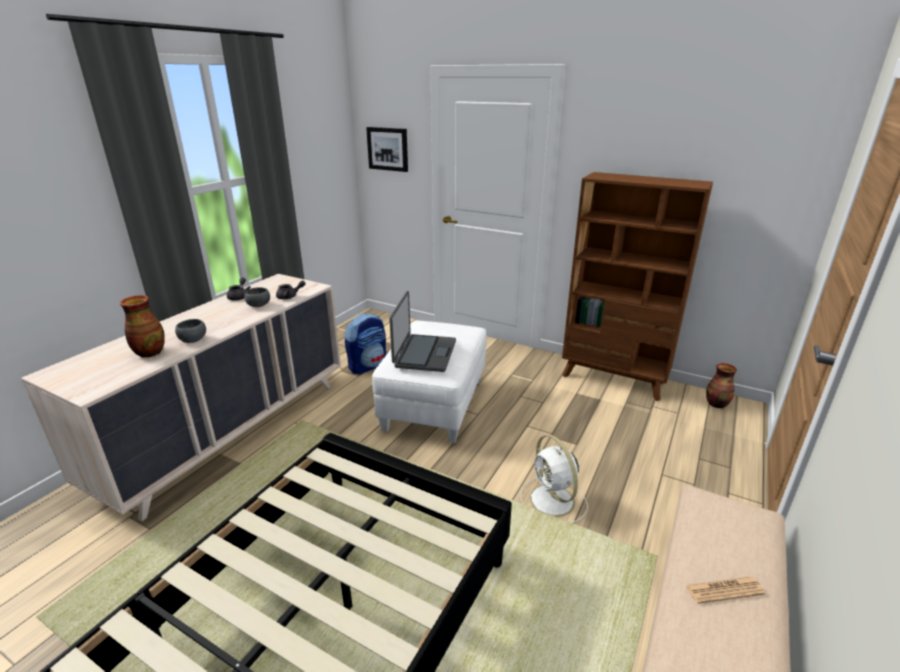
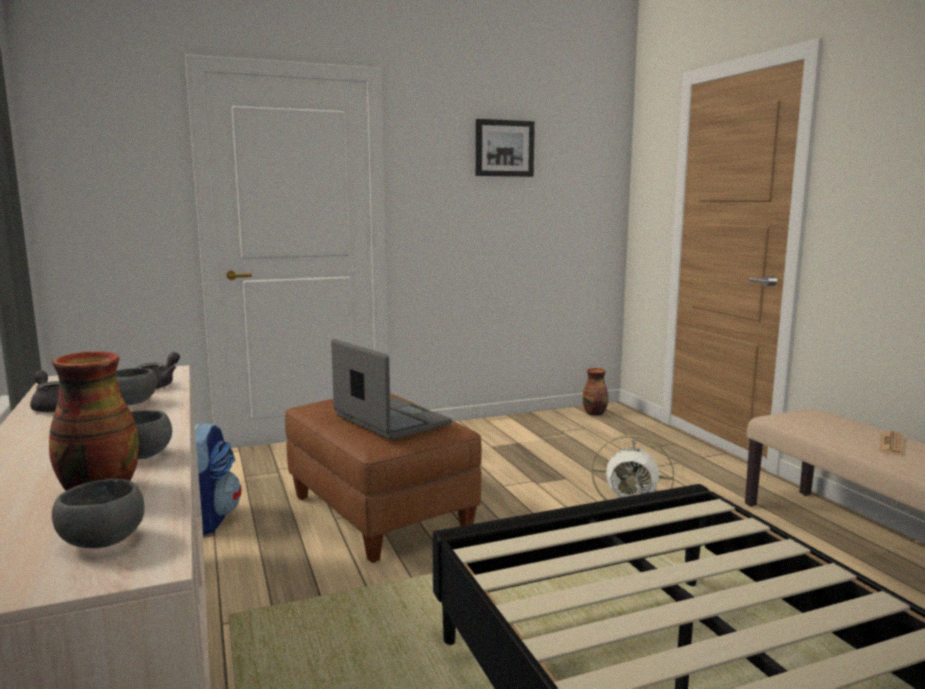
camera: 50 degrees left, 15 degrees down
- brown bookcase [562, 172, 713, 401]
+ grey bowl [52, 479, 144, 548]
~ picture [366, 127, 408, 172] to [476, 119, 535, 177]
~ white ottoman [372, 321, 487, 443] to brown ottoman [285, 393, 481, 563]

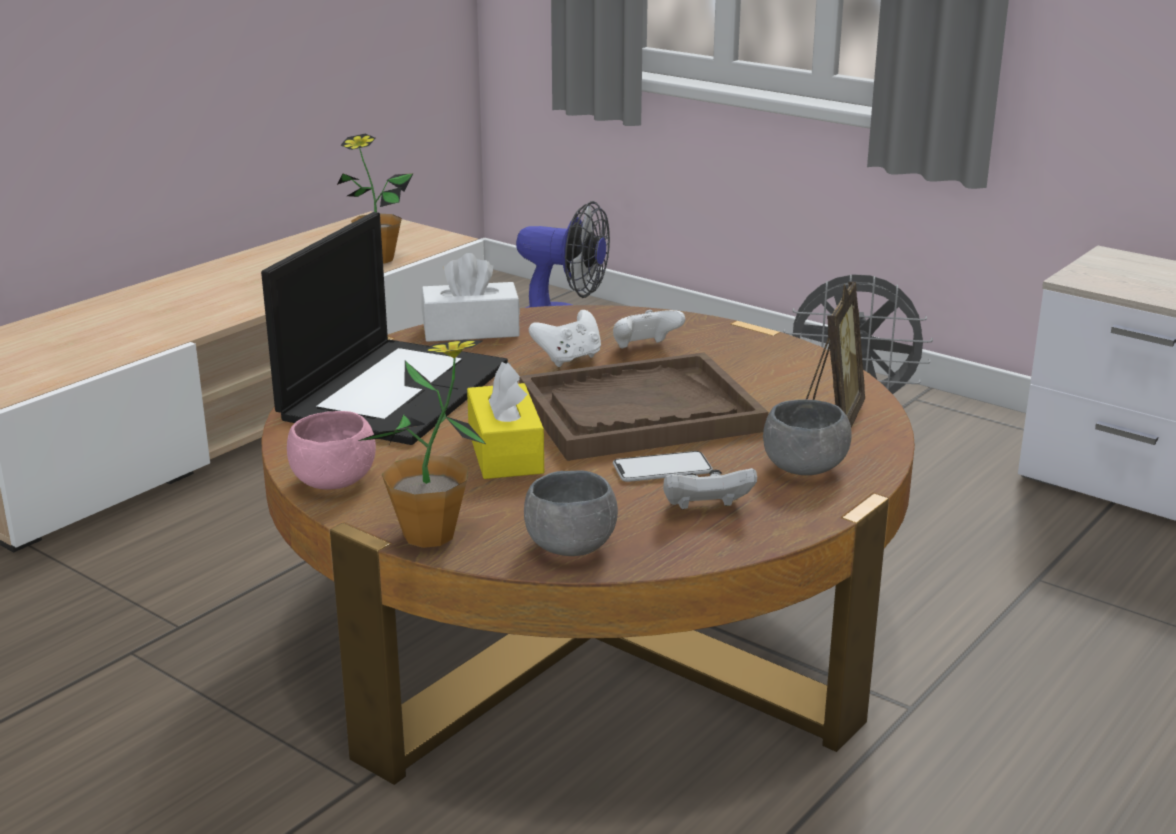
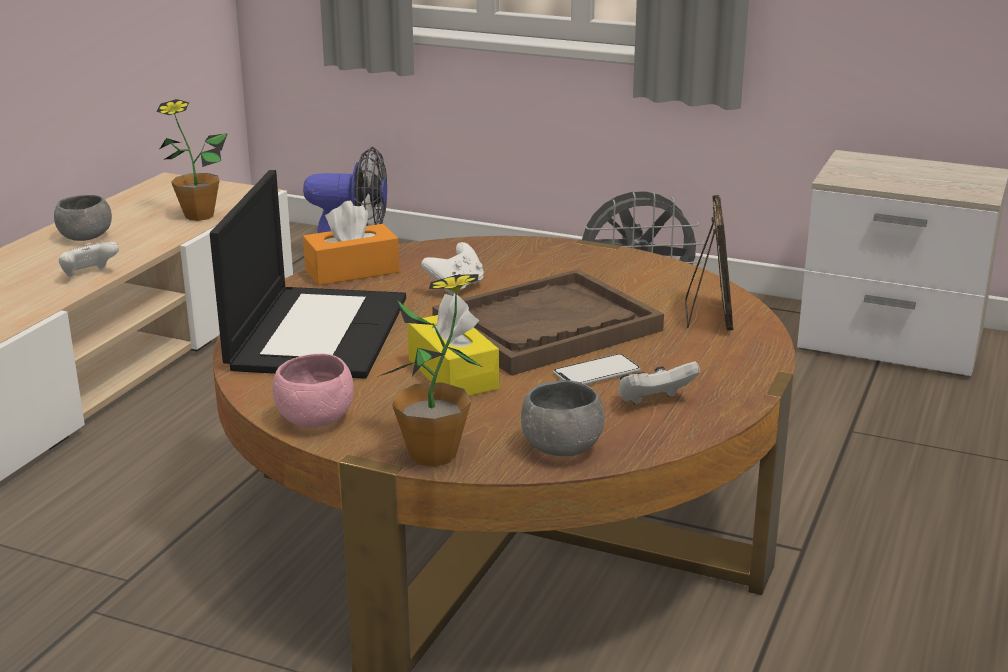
camera: 15 degrees left, 0 degrees up
~ white game controller [613, 310, 685, 349] to [59, 242, 119, 277]
~ grey bowl [763, 399, 852, 475] to [54, 195, 112, 241]
~ white tissue box [421, 253, 520, 342] to orange tissue box [303, 201, 400, 285]

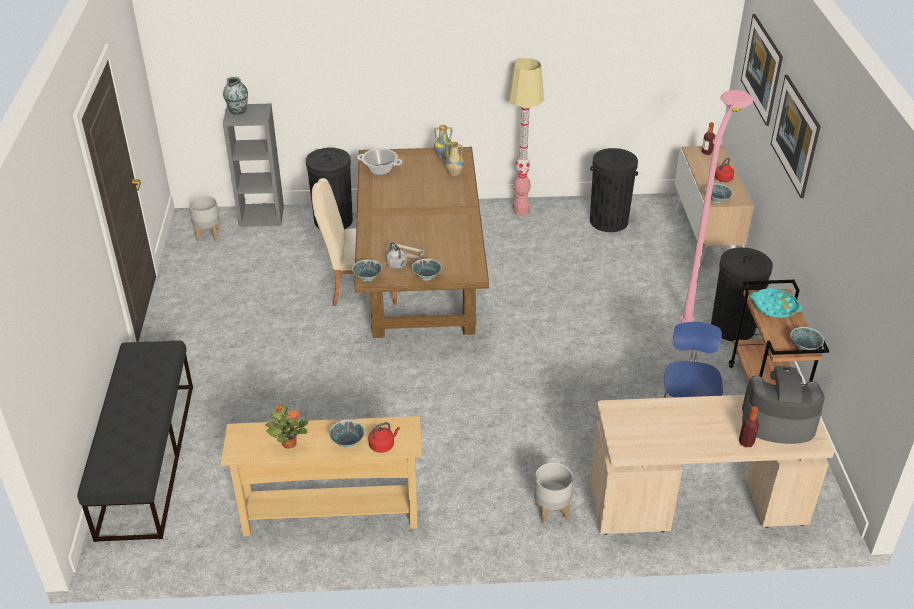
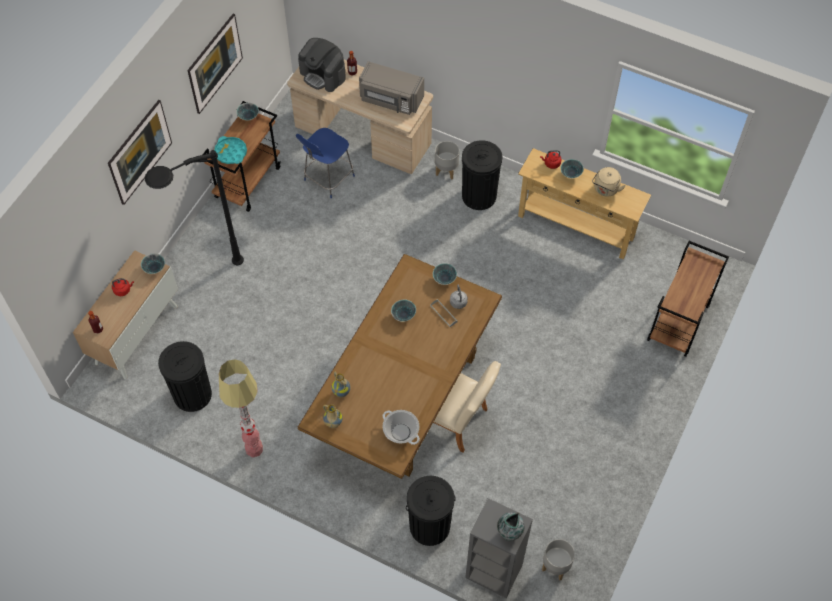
camera: 150 degrees left, 20 degrees up
+ grey microwave [359, 61, 424, 115]
~ bowl [352, 260, 382, 281] to [391, 299, 416, 322]
~ black trash can [711, 247, 773, 341] to [462, 140, 502, 210]
~ picture [741, 14, 783, 126] to [187, 14, 243, 114]
~ black bench [77, 341, 193, 542] to brown cart [647, 241, 729, 357]
~ potted plant [265, 405, 309, 449] to beige kettle [592, 167, 626, 197]
~ pink floor lamp [680, 90, 753, 323] to black floor lamp [145, 150, 244, 265]

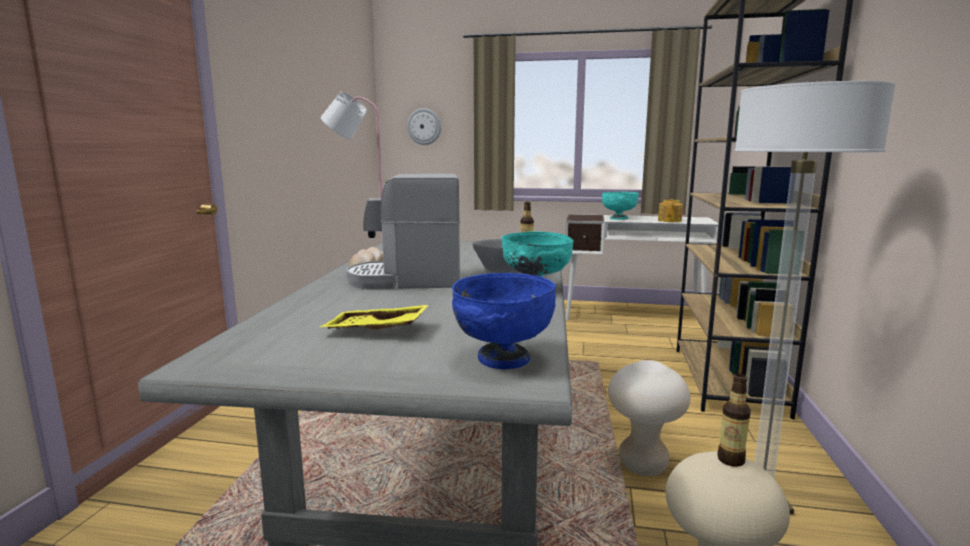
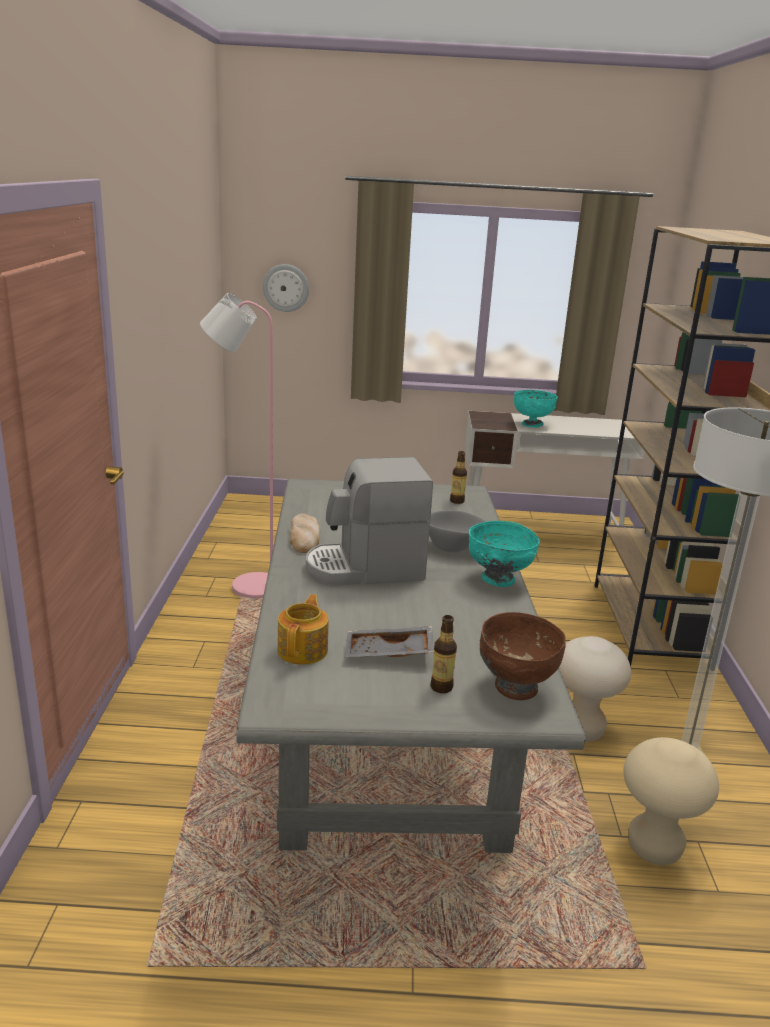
camera: 10 degrees left, 10 degrees up
~ teapot [658, 199, 683, 222] to [277, 594, 329, 665]
~ bottle [717, 373, 751, 467] to [431, 615, 457, 693]
~ yellow tray [320, 305, 429, 330] to grey tray [345, 626, 434, 657]
~ blue bowl [452, 273, 556, 369] to brown bowl [480, 612, 565, 700]

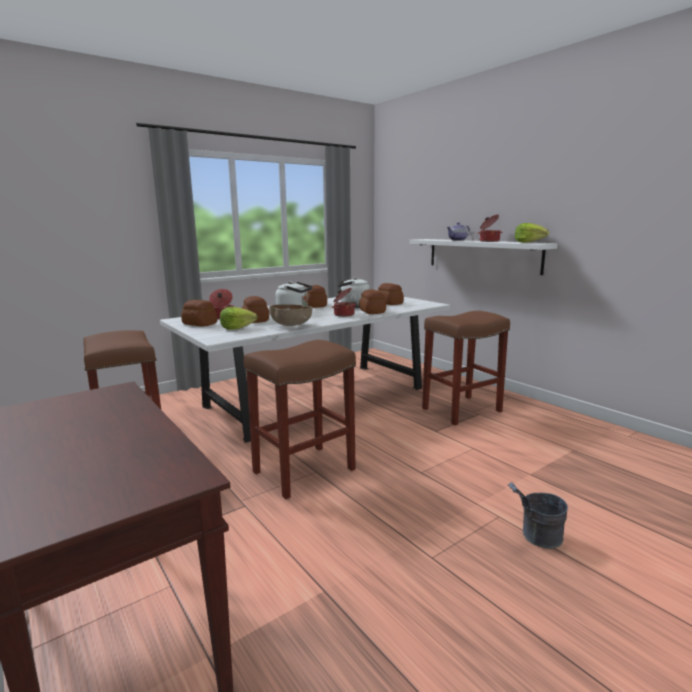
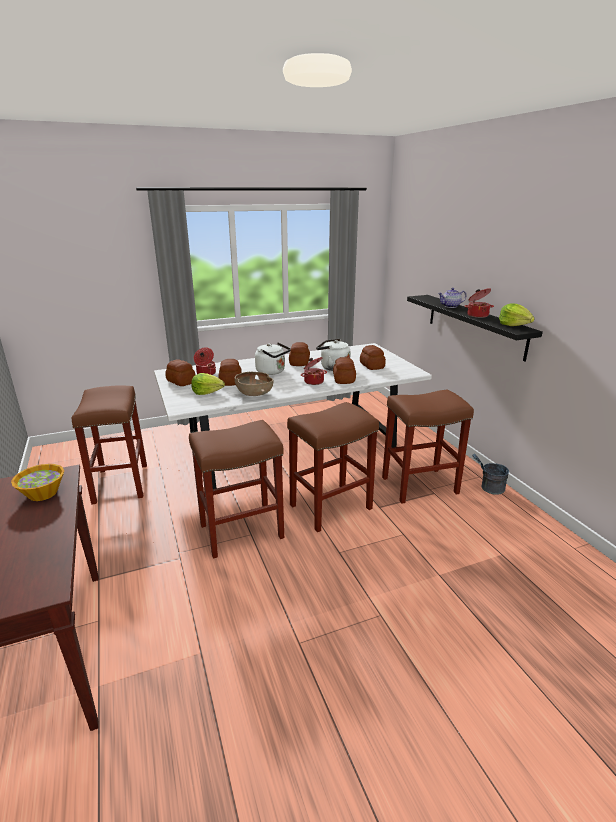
camera: 15 degrees right, 10 degrees up
+ bowl [11, 464, 64, 501]
+ brown stool [287, 402, 379, 532]
~ grey bucket [508, 482, 568, 549] to [473, 454, 509, 495]
~ white shelf [409, 239, 558, 275] to black shelf [407, 295, 543, 362]

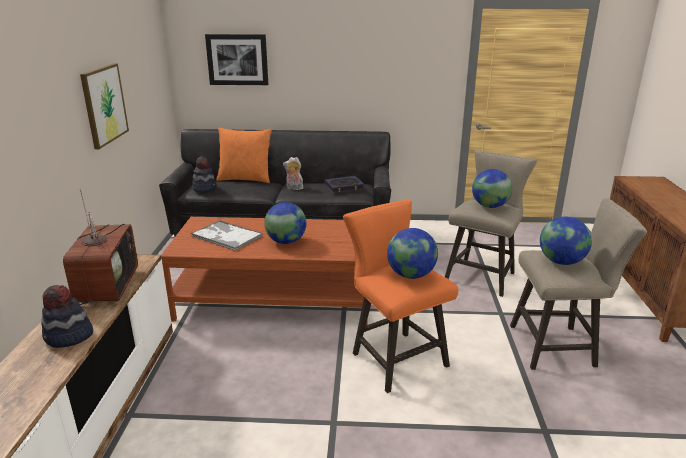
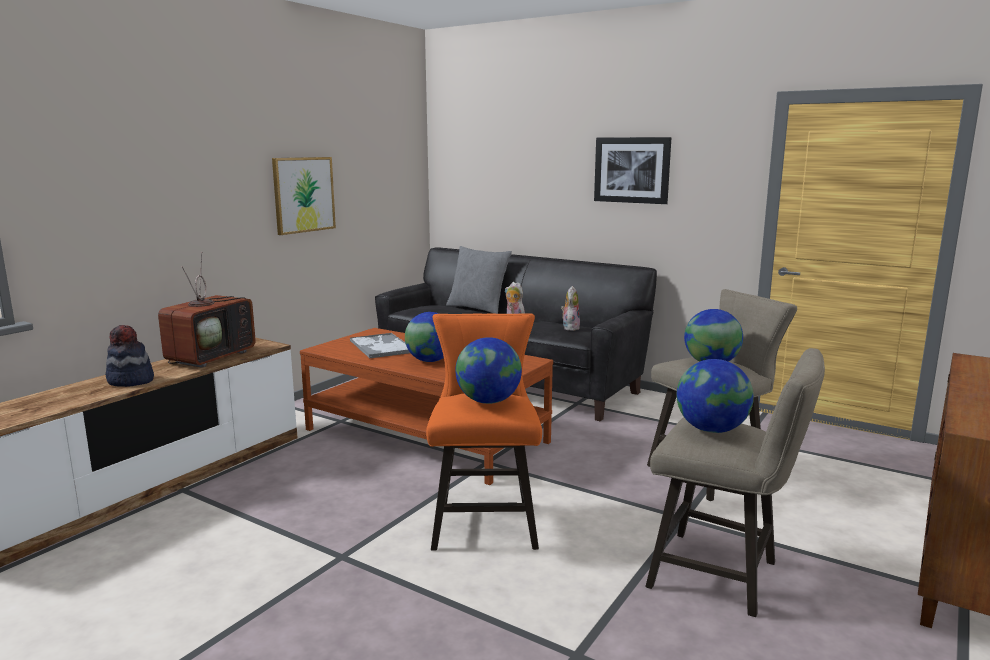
camera: 30 degrees right, 10 degrees down
- hat [192, 156, 217, 193]
~ picture [205, 34, 268, 85] to [594, 137, 671, 204]
~ book [325, 176, 364, 193] to plush toy [561, 286, 580, 331]
~ orange pillow [216, 128, 272, 183] to grey pillow [446, 246, 512, 314]

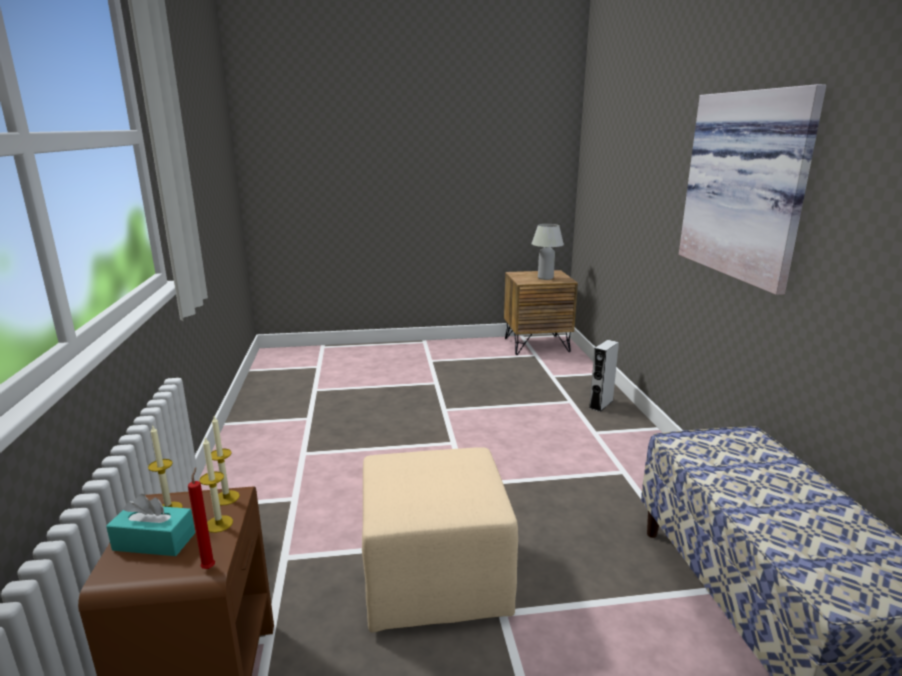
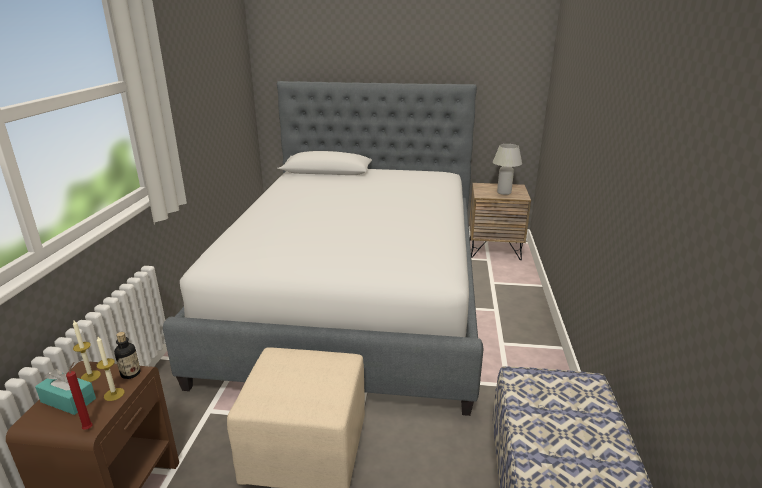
camera: 15 degrees right, 5 degrees up
- grey speaker [589, 340, 619, 412]
- picture [679, 84, 826, 295]
+ bed [163, 81, 483, 416]
~ candle [211, 416, 240, 506] to bottle [114, 332, 140, 379]

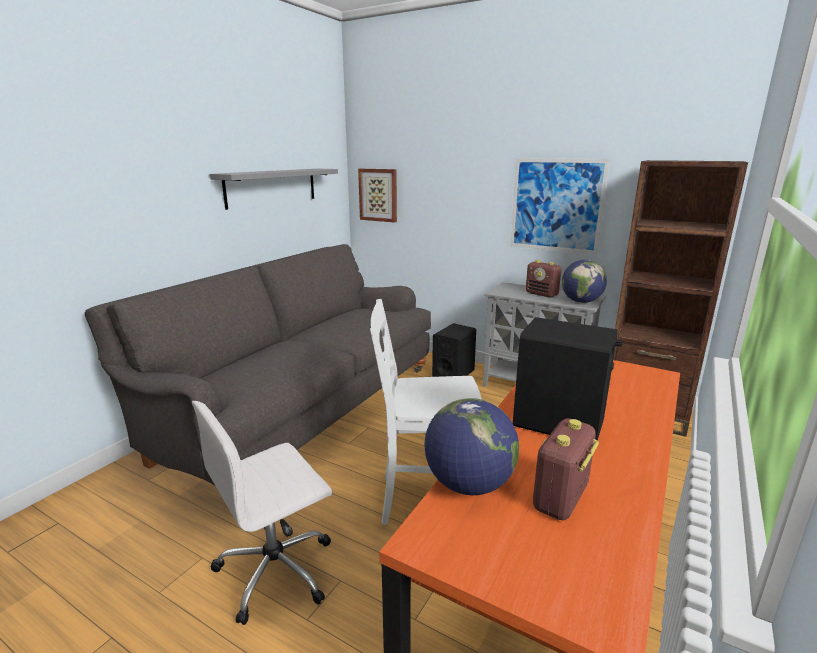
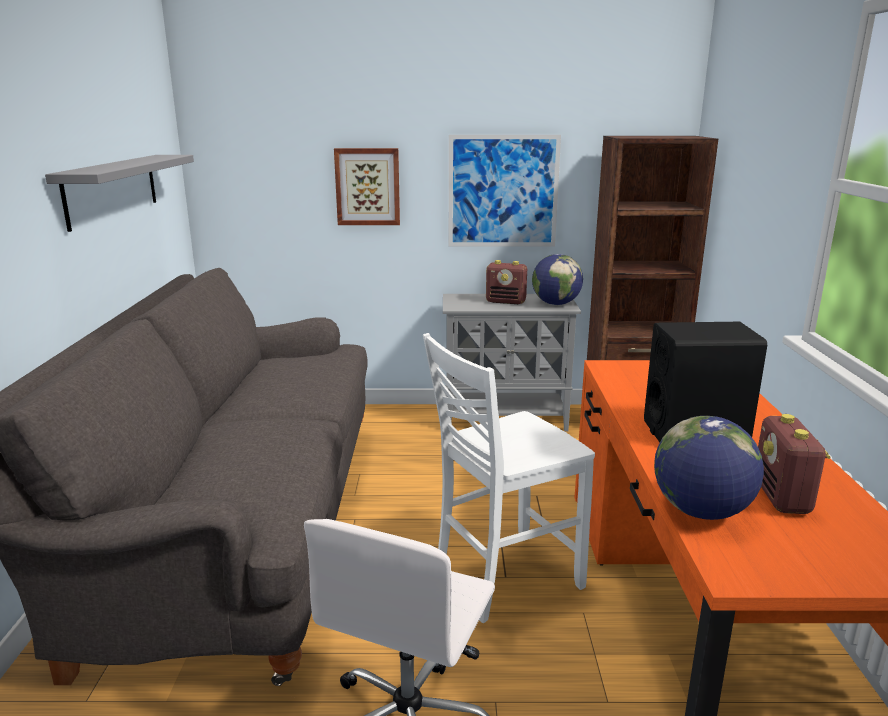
camera: 30 degrees left, 0 degrees up
- black speaker [432, 323, 476, 377]
~ picture [358, 169, 397, 223] to [334, 148, 400, 225]

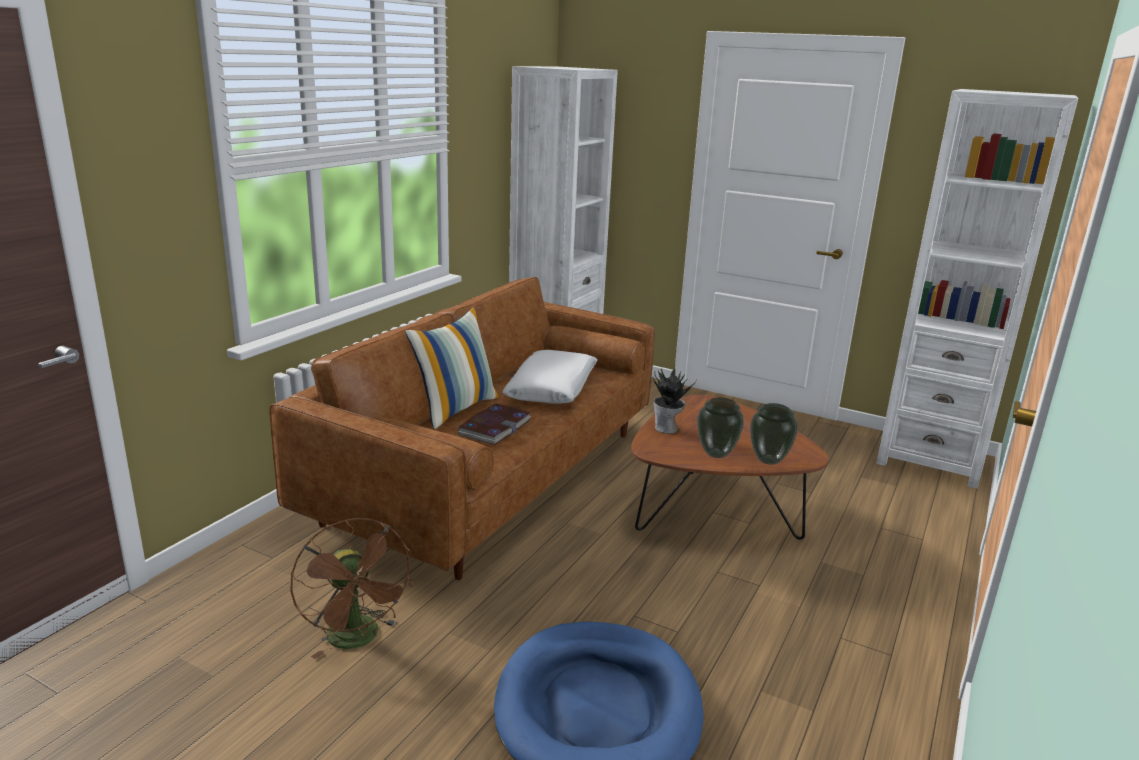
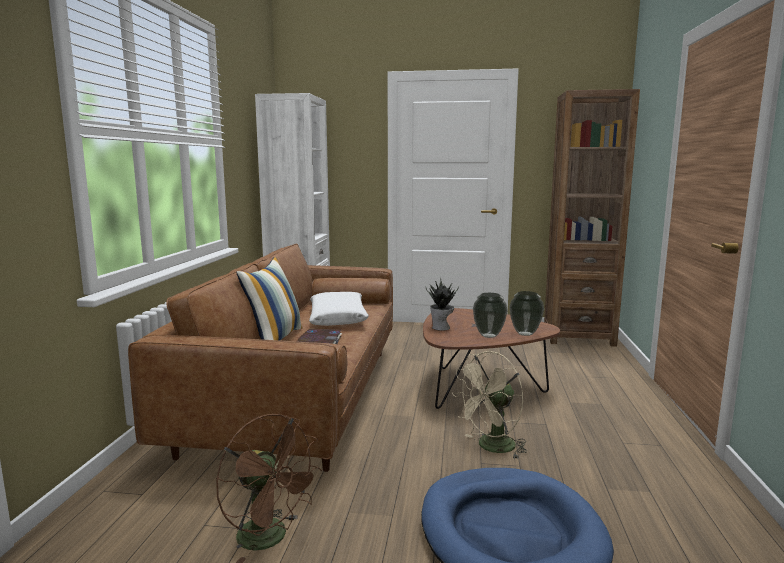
camera: 20 degrees left, 10 degrees down
+ beige fan [452, 351, 527, 460]
~ white bookcase [876, 89, 1078, 489] to brown bookcase [544, 89, 640, 347]

